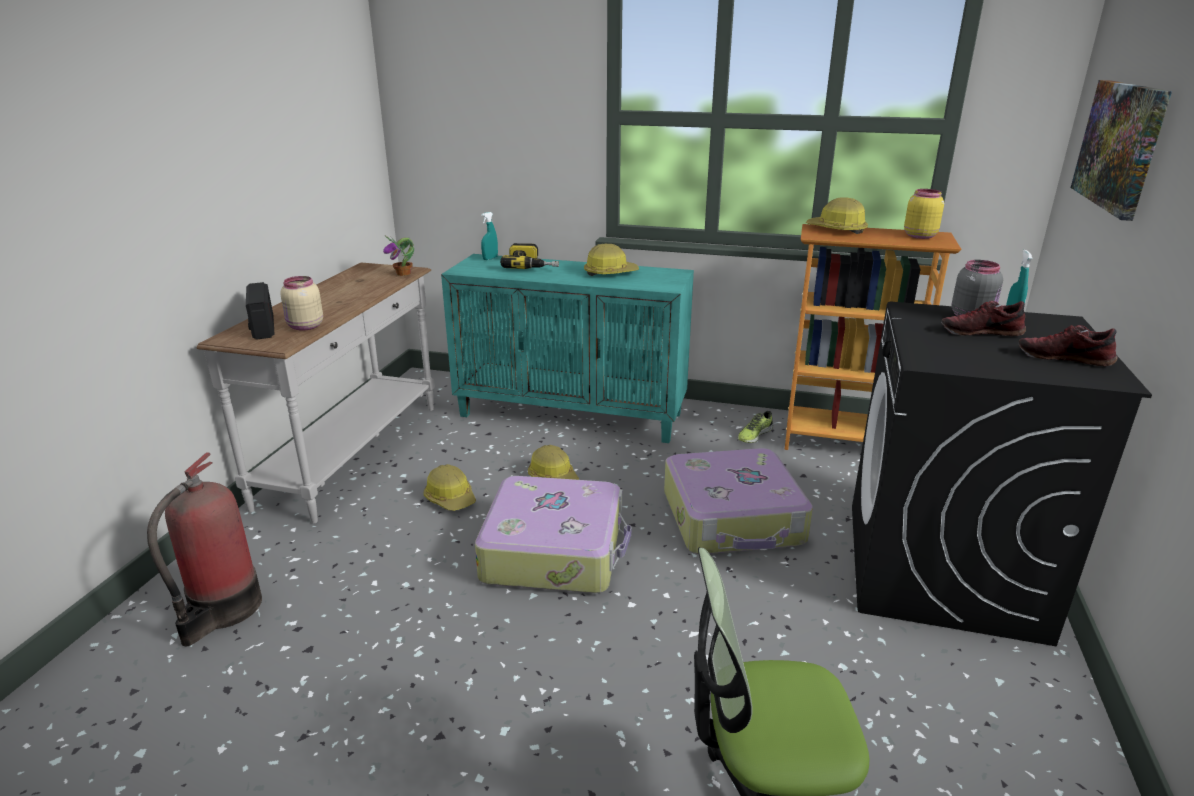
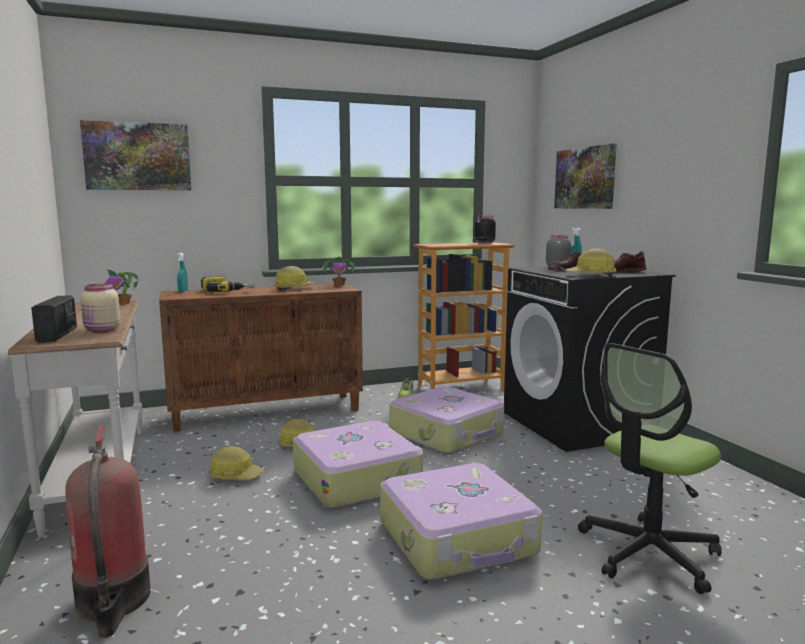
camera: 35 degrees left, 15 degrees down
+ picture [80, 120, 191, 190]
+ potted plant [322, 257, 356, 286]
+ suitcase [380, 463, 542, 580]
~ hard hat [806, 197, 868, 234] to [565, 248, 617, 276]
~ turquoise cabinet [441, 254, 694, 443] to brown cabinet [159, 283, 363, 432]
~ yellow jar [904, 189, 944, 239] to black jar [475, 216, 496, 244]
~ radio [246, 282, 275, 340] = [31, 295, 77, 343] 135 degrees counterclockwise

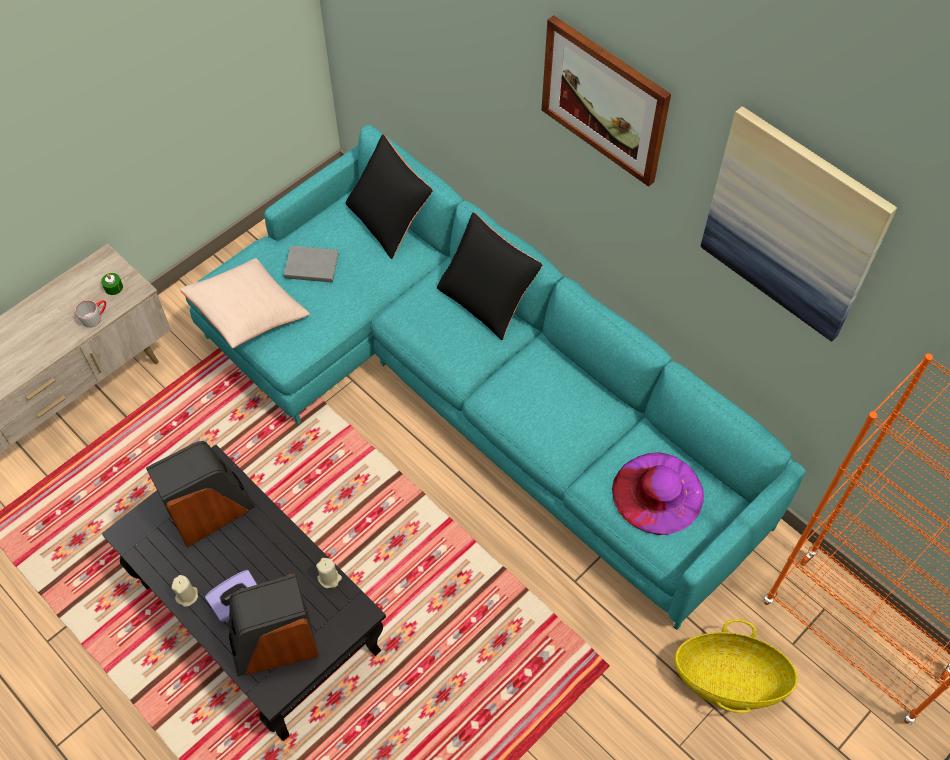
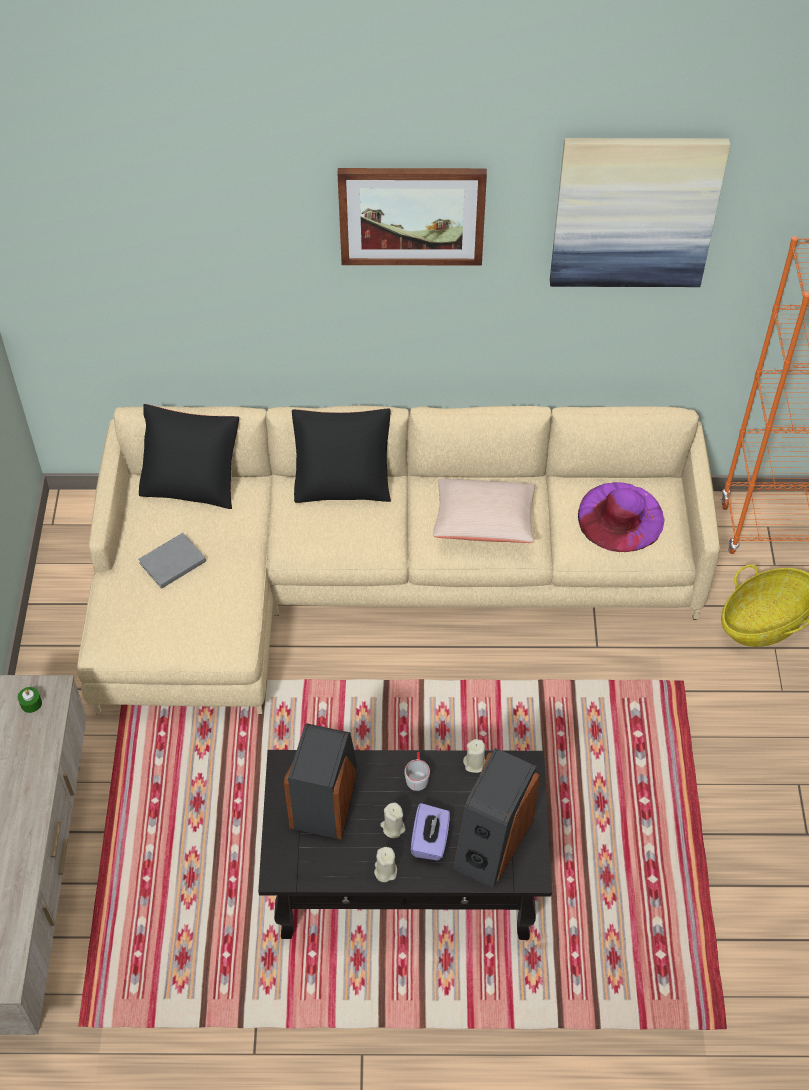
camera: 45 degrees left, 5 degrees down
+ beige candle [380, 803, 405, 838]
~ grey mug [75, 300, 106, 328] to [404, 752, 430, 791]
~ beige pillow [180, 258, 310, 348] to [433, 478, 535, 543]
~ turquoise sofa [185, 125, 806, 630] to beige sofa [77, 405, 720, 714]

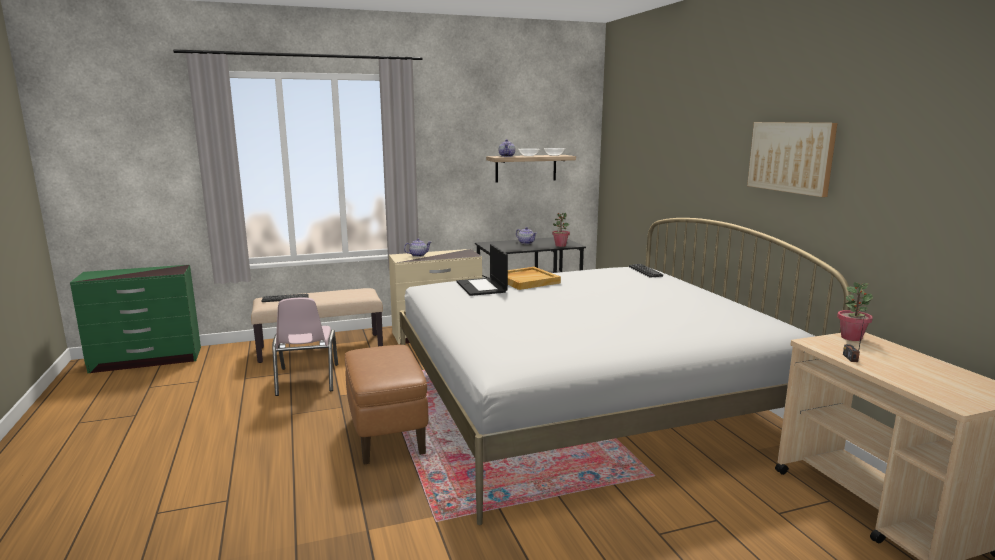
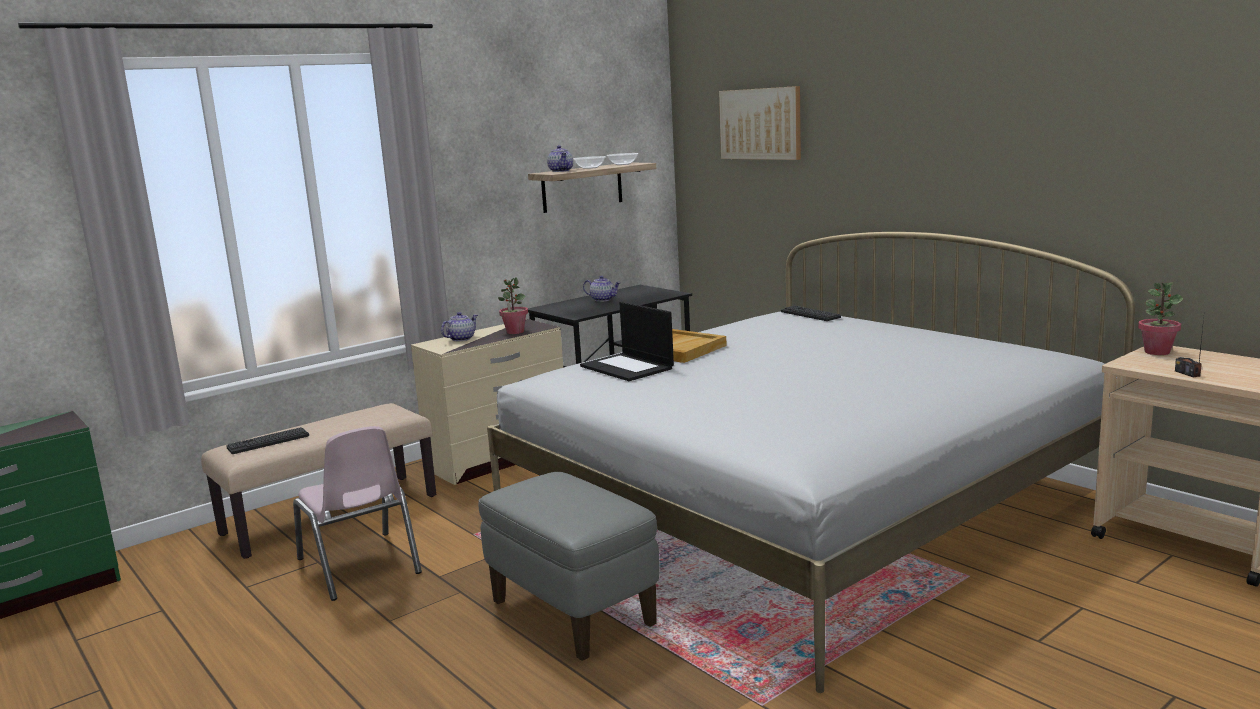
camera: 20 degrees left, 0 degrees up
~ potted plant [552, 213, 570, 247] to [498, 277, 528, 334]
~ picture [747, 122, 837, 197] to [719, 86, 801, 160]
~ brown ottoman [345, 345, 428, 464] to grey ottoman [478, 472, 660, 661]

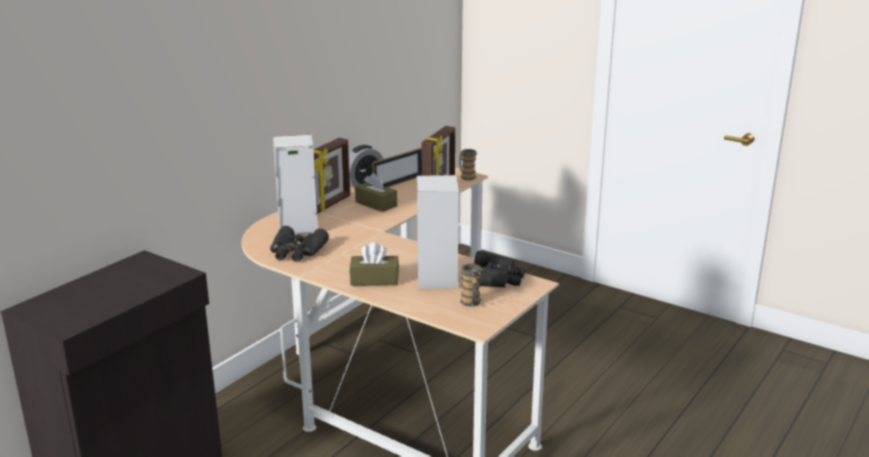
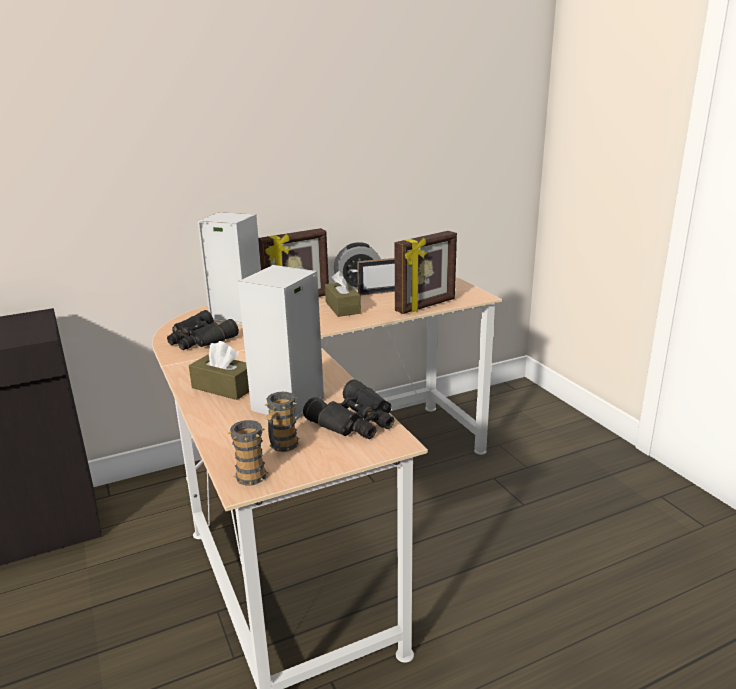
camera: 30 degrees right, 0 degrees up
~ mug [458, 149, 478, 180] to [228, 420, 269, 485]

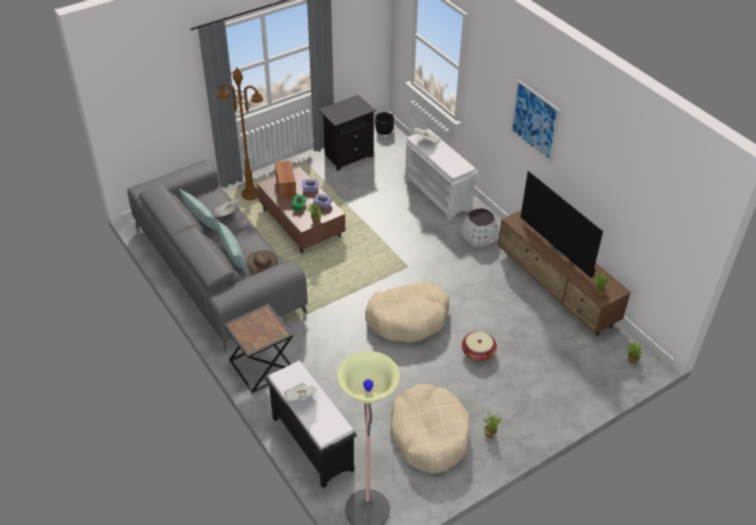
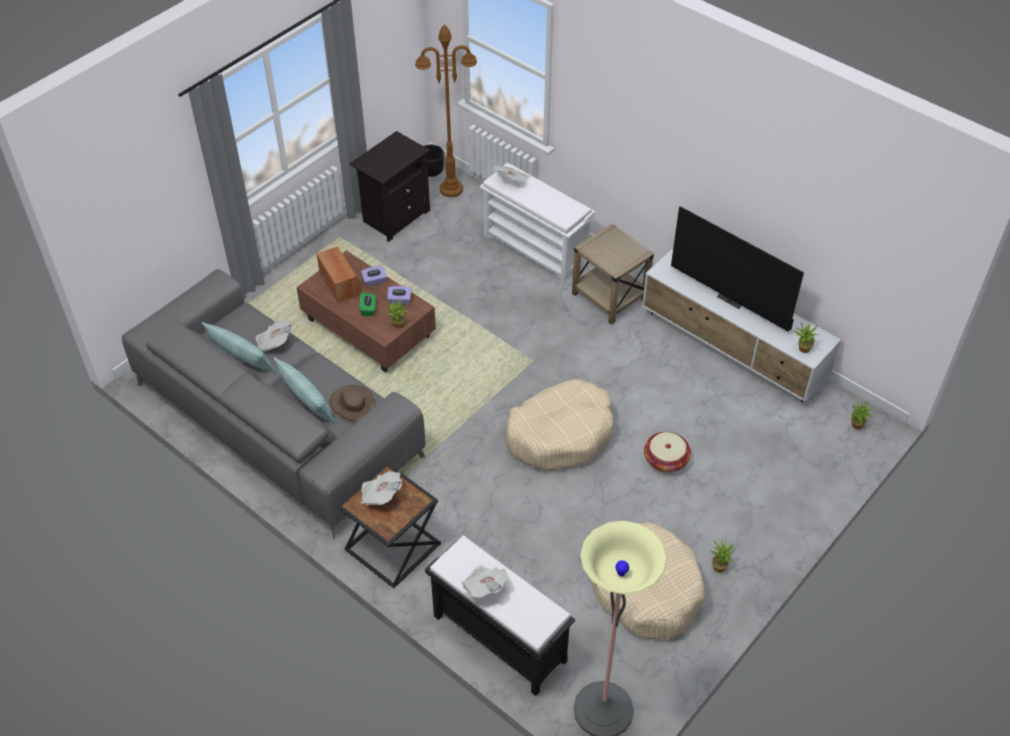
camera: 15 degrees left, 5 degrees up
- picture [510, 80, 561, 163]
+ newspaper [361, 471, 402, 505]
~ brown floor lamp [217, 68, 263, 200] to [415, 24, 477, 197]
~ white planter [460, 208, 499, 247] to beige side table [572, 224, 654, 325]
~ brown tv stand [498, 210, 631, 336] to white tv stand [642, 249, 841, 402]

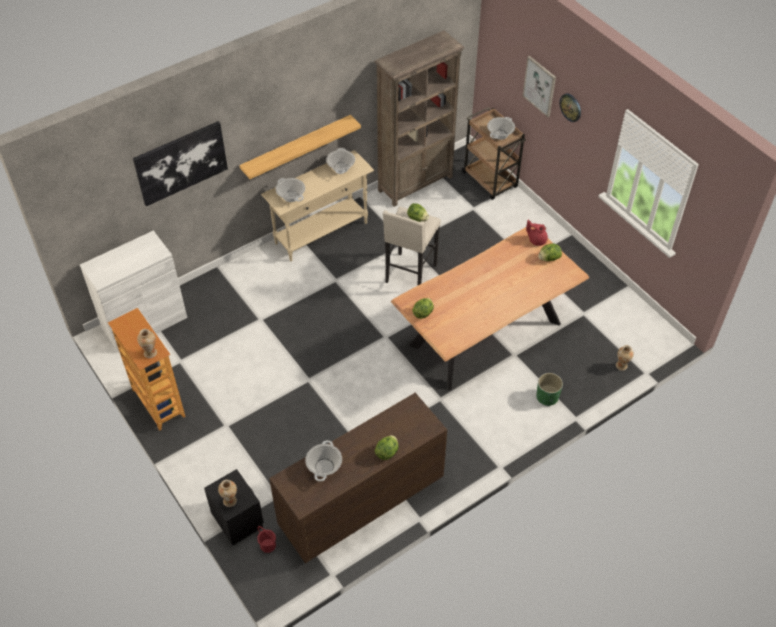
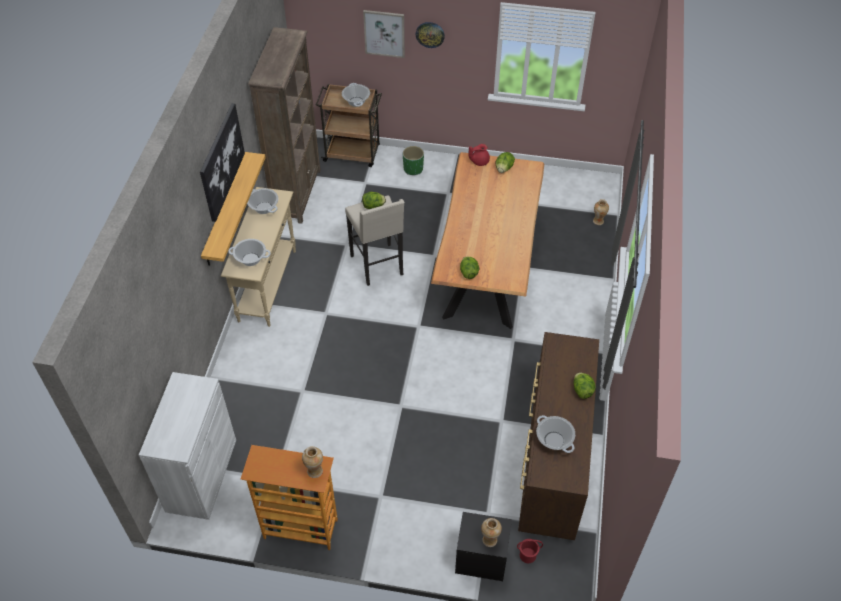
camera: 45 degrees left, 0 degrees up
~ picture [133, 121, 228, 206] to [200, 103, 245, 222]
~ green planter [536, 373, 563, 406] to [403, 146, 424, 175]

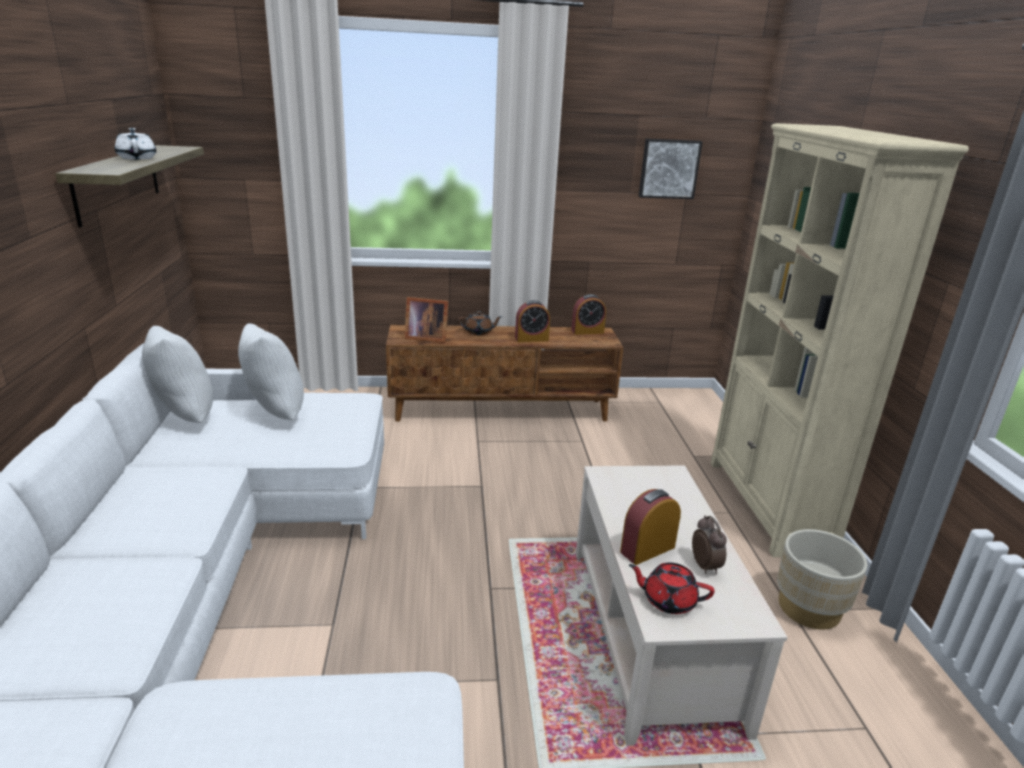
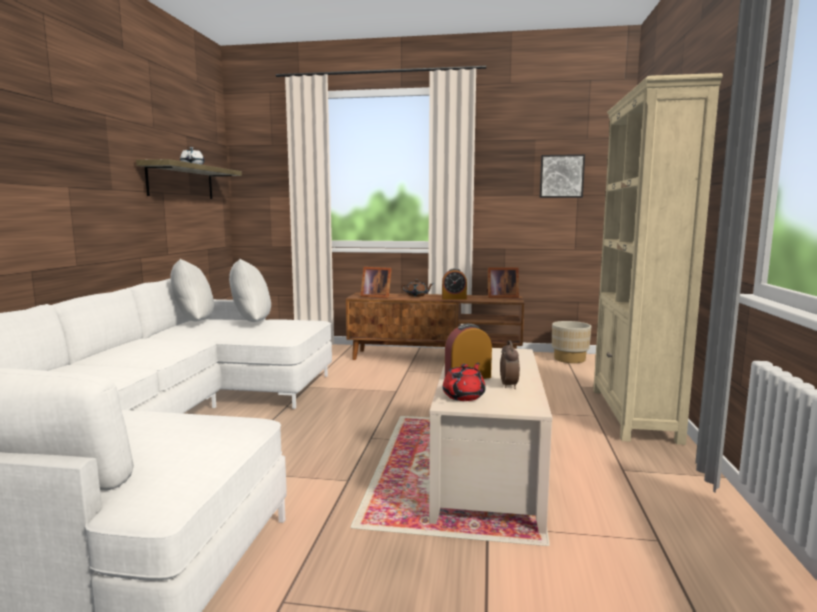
camera: 15 degrees right, 15 degrees down
~ beige planter [777, 529, 868, 630] to [552, 321, 591, 363]
~ alarm clock [571, 294, 606, 335] to picture frame [487, 267, 519, 298]
~ red teapot [629, 563, 715, 614] = [443, 363, 486, 401] 90 degrees clockwise

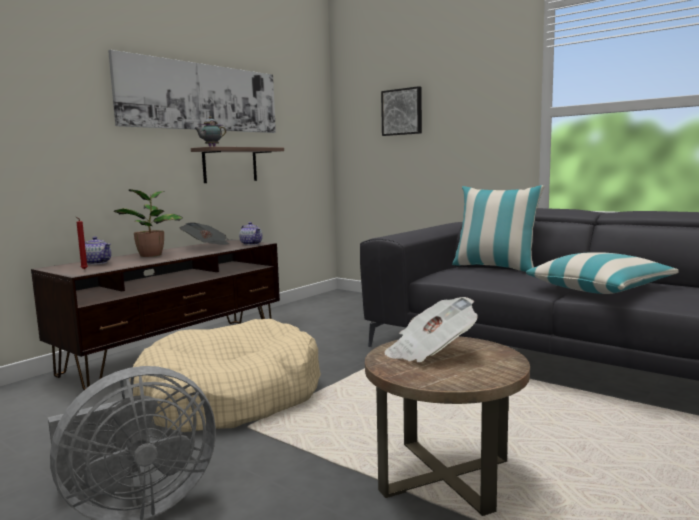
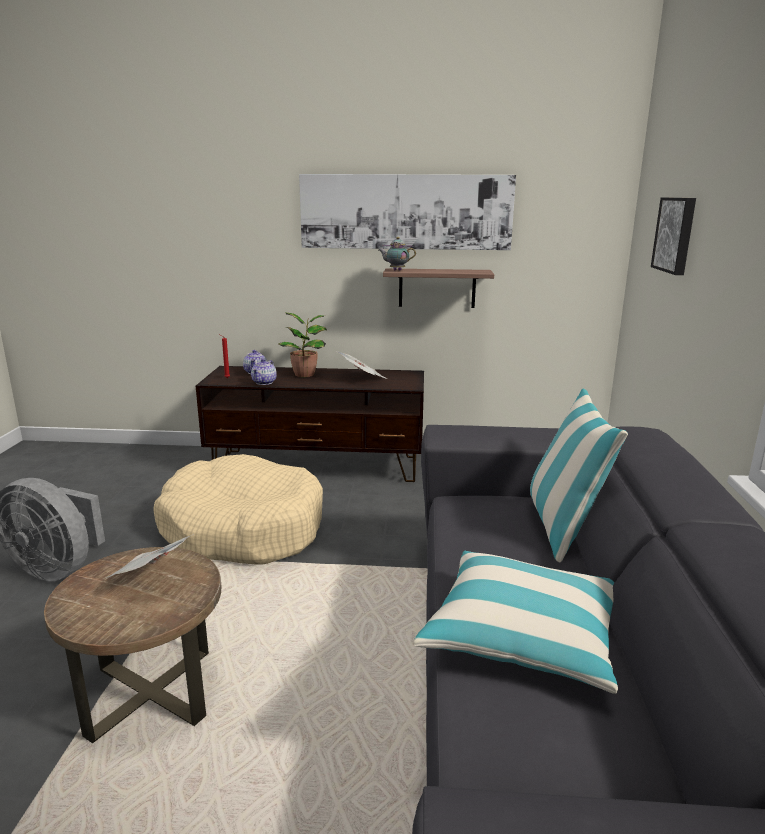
camera: 55 degrees right, 10 degrees up
~ teapot [239, 222, 263, 245] to [251, 359, 277, 385]

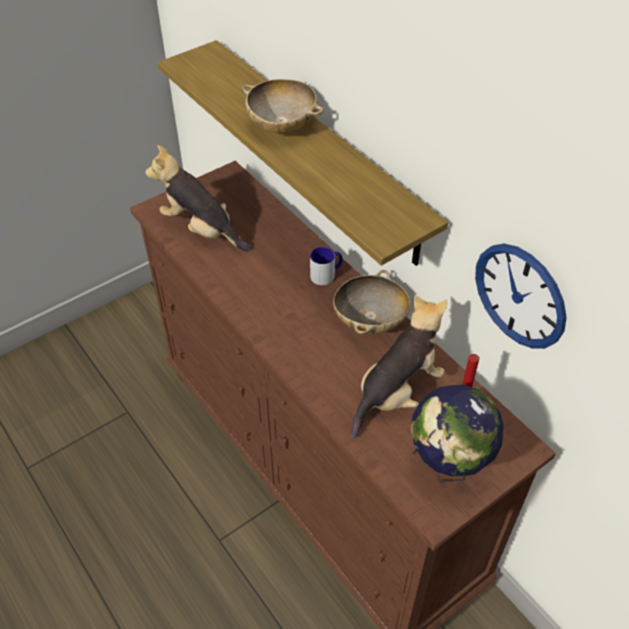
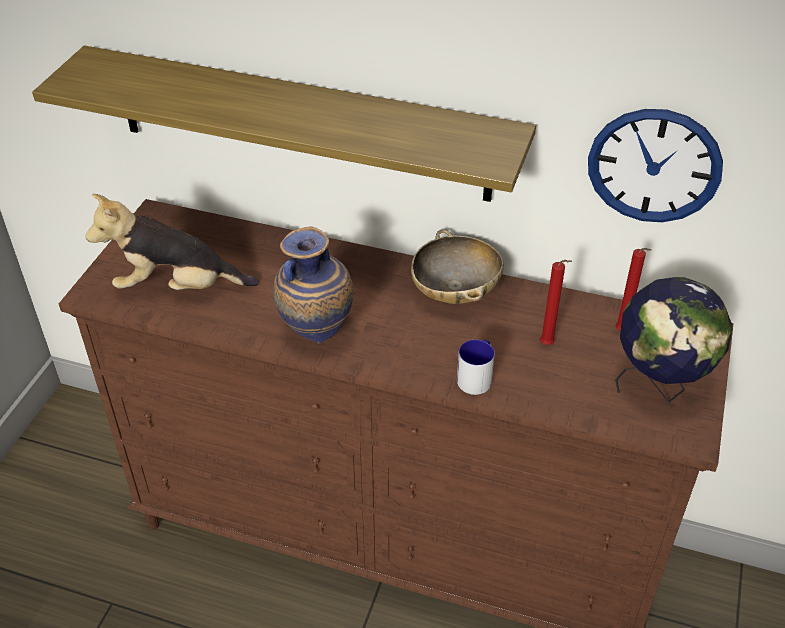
camera: 35 degrees left, 5 degrees down
- beige bowl [242, 79, 324, 133]
+ vase [273, 226, 353, 343]
~ mug [310, 247, 343, 285] to [457, 339, 495, 395]
~ plush toy [351, 295, 448, 438] to red candle [540, 260, 572, 345]

